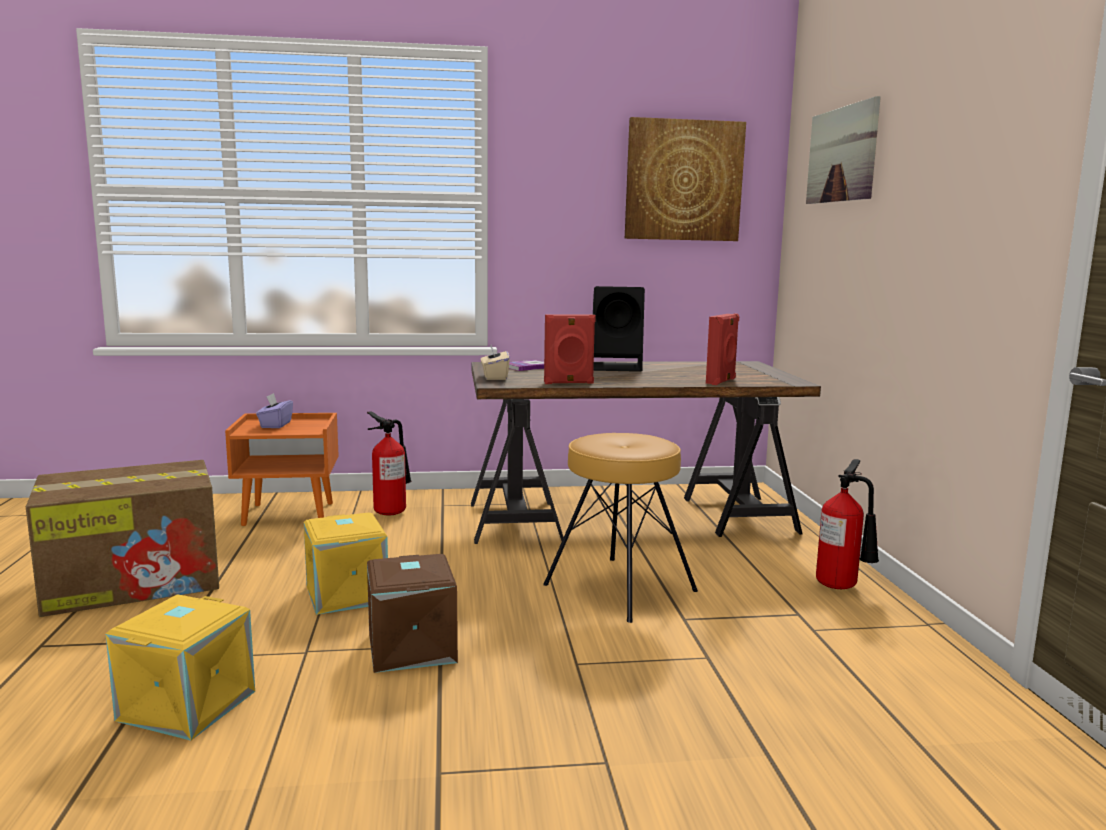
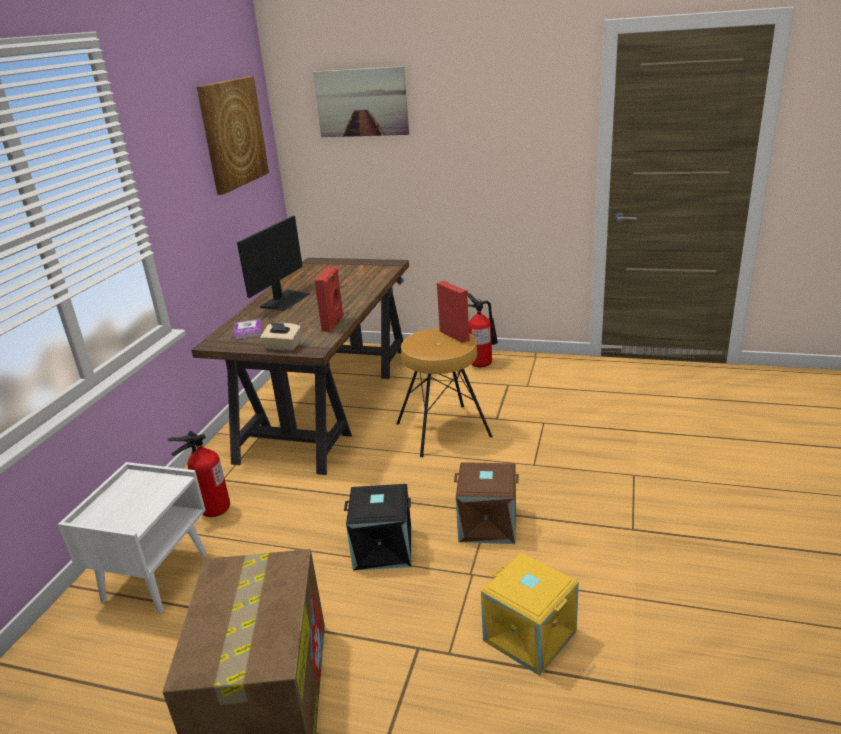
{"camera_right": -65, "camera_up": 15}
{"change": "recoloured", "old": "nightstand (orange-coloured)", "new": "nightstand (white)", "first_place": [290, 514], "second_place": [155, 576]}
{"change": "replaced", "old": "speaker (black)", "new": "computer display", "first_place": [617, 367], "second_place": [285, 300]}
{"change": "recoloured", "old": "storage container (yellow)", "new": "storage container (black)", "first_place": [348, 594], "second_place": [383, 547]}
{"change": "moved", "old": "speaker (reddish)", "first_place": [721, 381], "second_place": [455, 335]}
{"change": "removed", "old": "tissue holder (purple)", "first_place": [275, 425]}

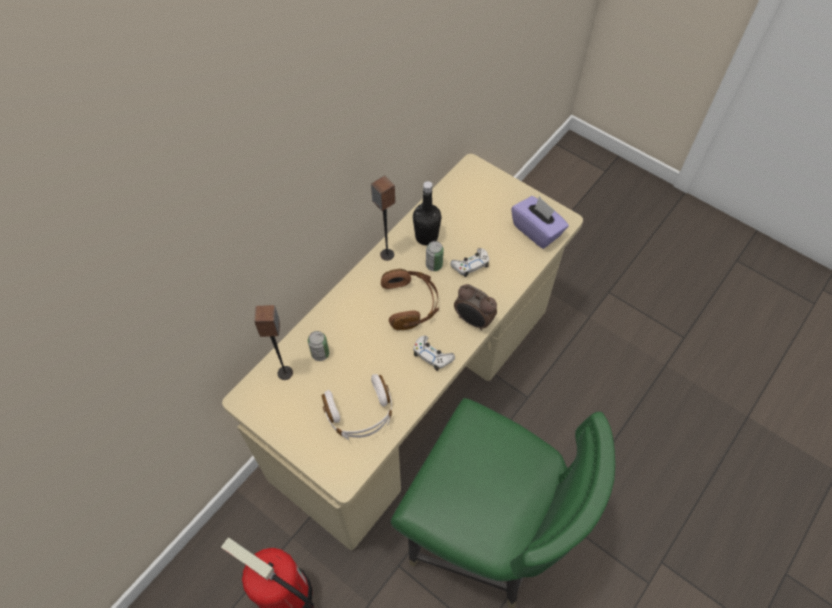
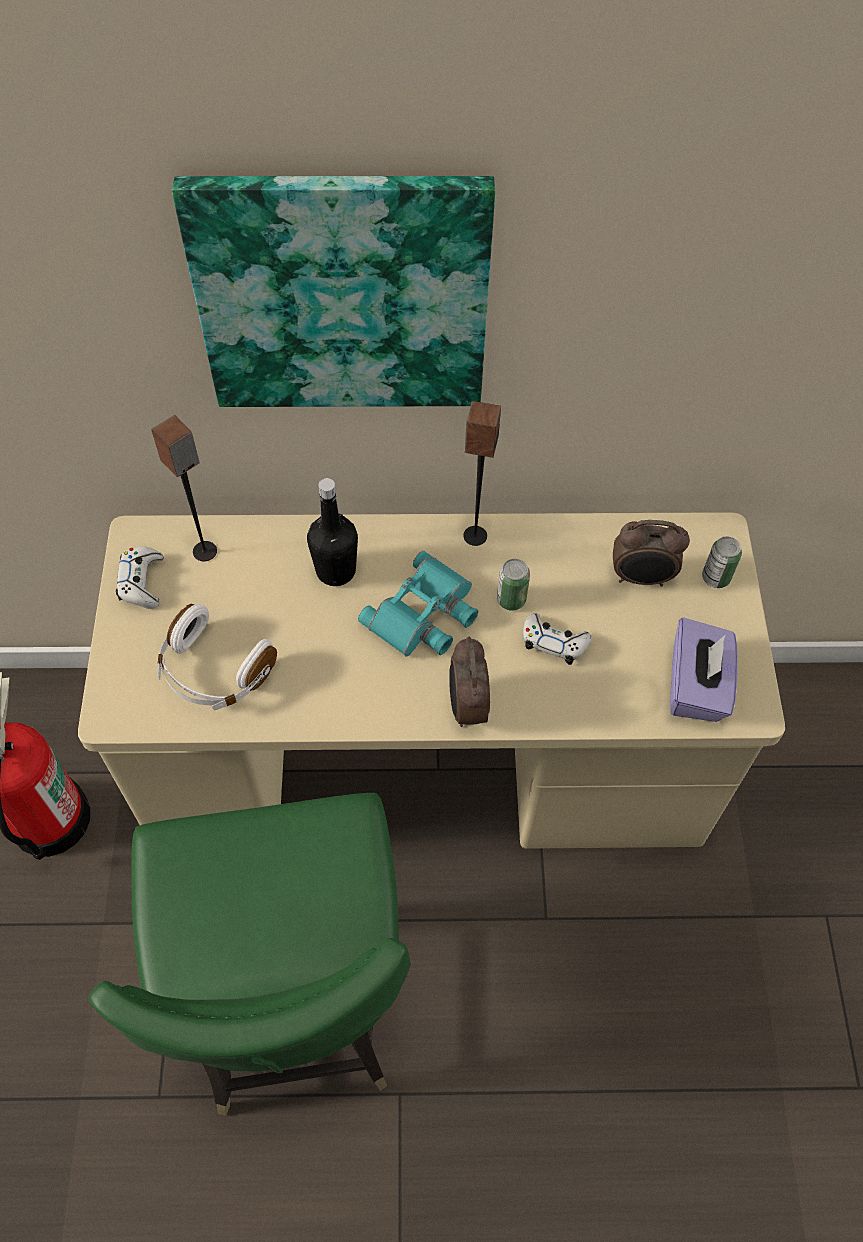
{"camera_right": 50, "camera_up": 0}
{"change": "moved", "old": "gamepad (white)", "first_place": [432, 355], "second_place": [141, 582]}
{"change": "added", "new": "wall art", "second_place": [343, 294]}
{"change": "moved", "old": "beverage bottle (black)", "first_place": [426, 237], "second_place": [336, 570]}
{"change": "replaced", "old": "pair of headphones (brown)", "new": "field glasses (blue-green)", "first_place": [411, 304], "second_place": [425, 615]}
{"change": "added", "new": "bedside clock", "second_place": [641, 578]}
{"change": "moved", "old": "metal can", "first_place": [320, 354], "second_place": [715, 577]}

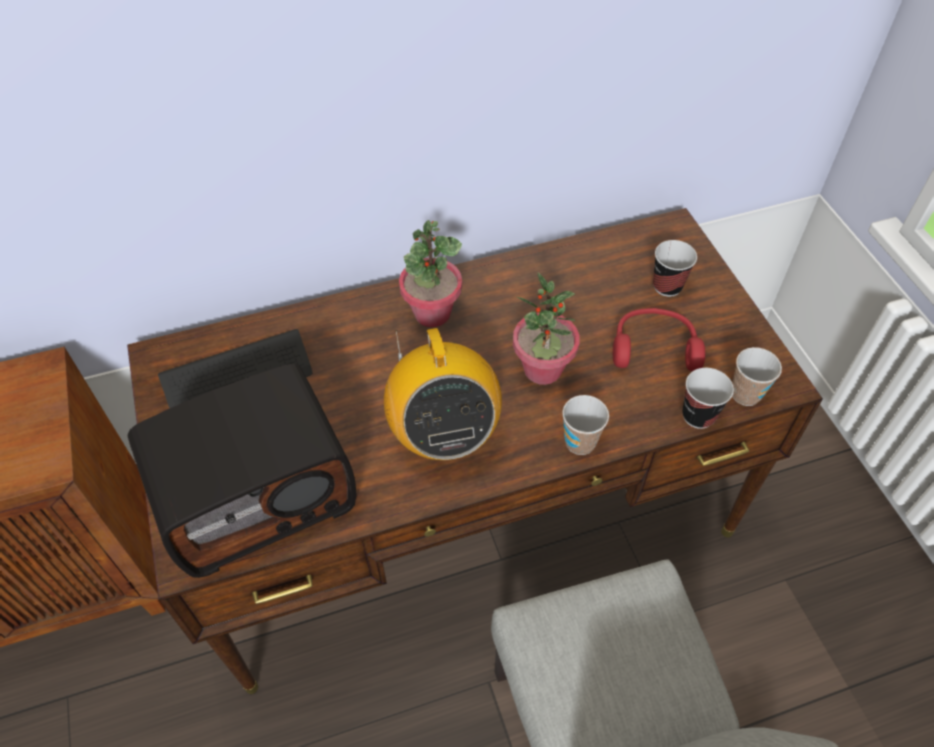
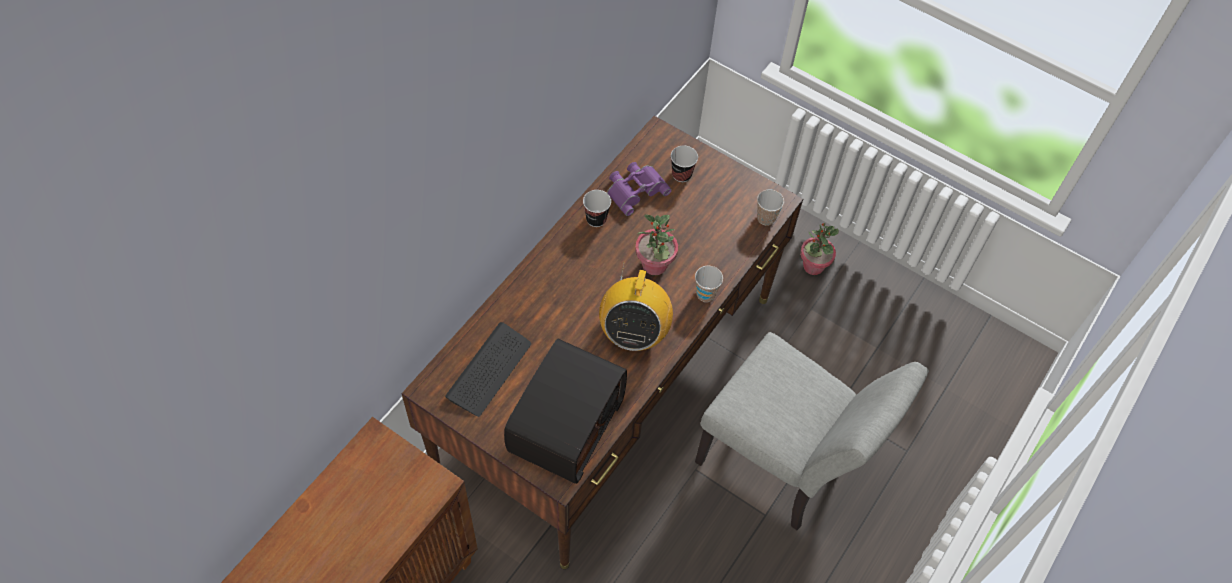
{"camera_right": -40, "camera_up": 5}
{"change": "moved", "old": "small cup", "first_place": [698, 415], "second_place": [596, 219]}
{"change": "turned", "old": "radio", "first_place": [443, 435], "second_place": [633, 333], "degrees": 60}
{"change": "added", "new": "field glasses (purple)", "second_place": [635, 189]}
{"change": "moved", "old": "plant in a pot", "first_place": [432, 313], "second_place": [813, 266]}
{"change": "removed", "old": "pair of headphones (reddish)", "first_place": [654, 347]}

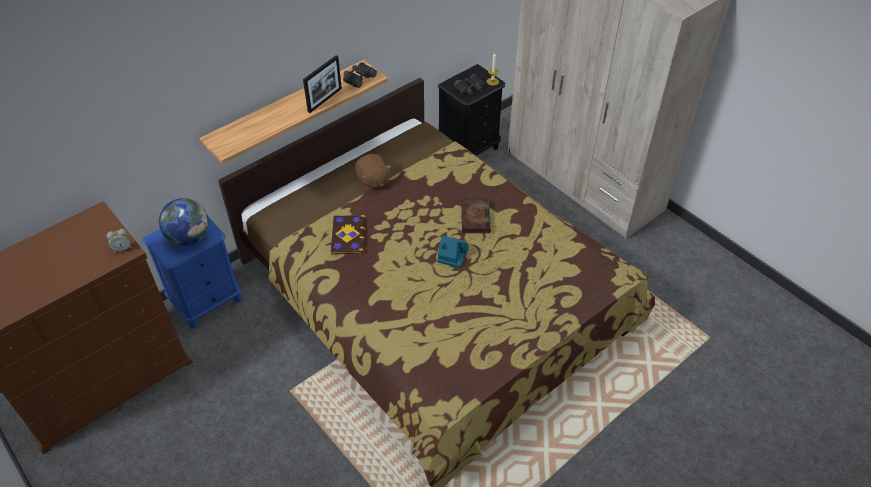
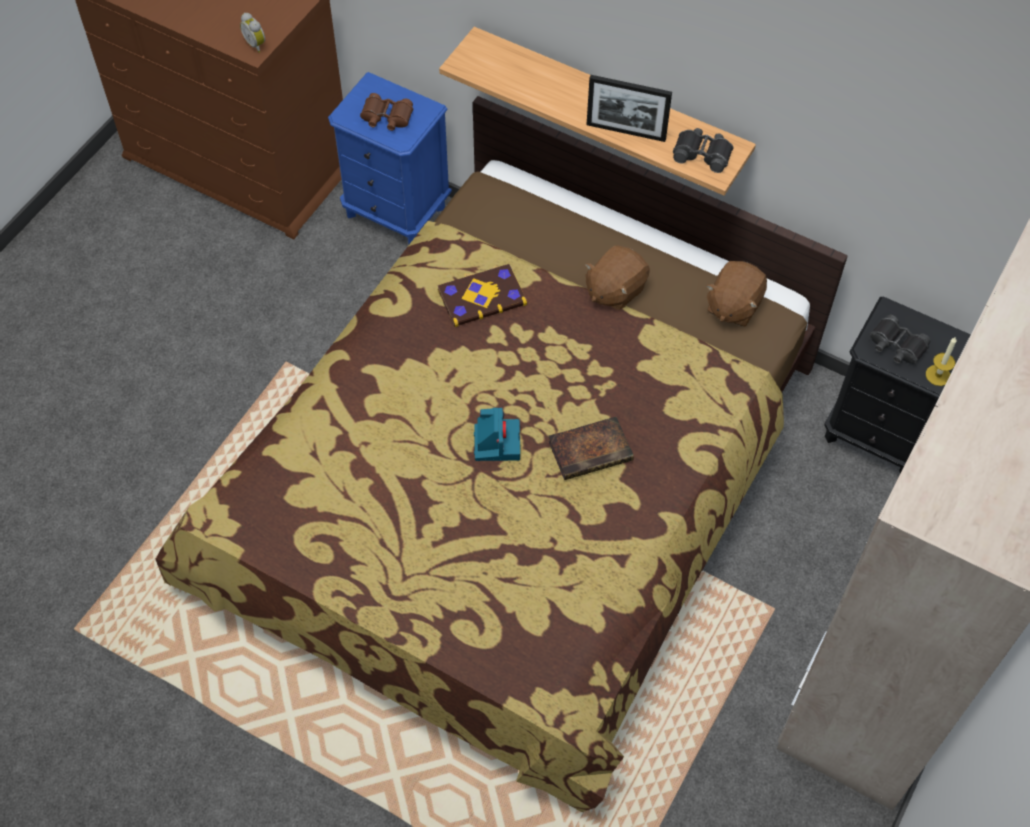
{"camera_right": 70, "camera_up": 10}
{"change": "replaced", "old": "world globe", "new": "field glasses (brown)", "first_place": [189, 237], "second_place": [386, 117]}
{"change": "added", "new": "cuddly toy (brown)", "second_place": [733, 306]}

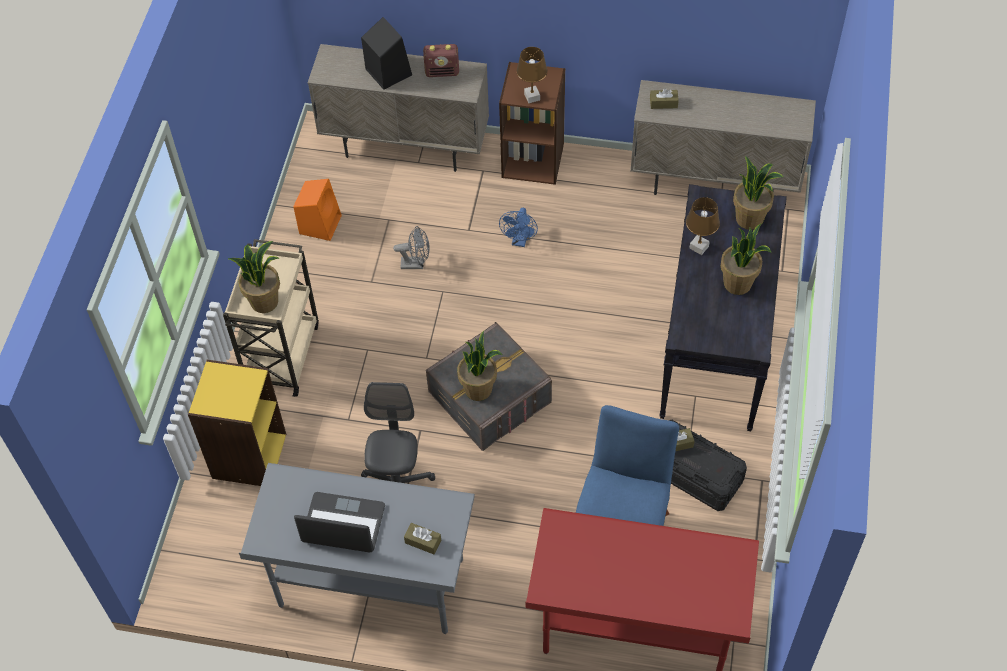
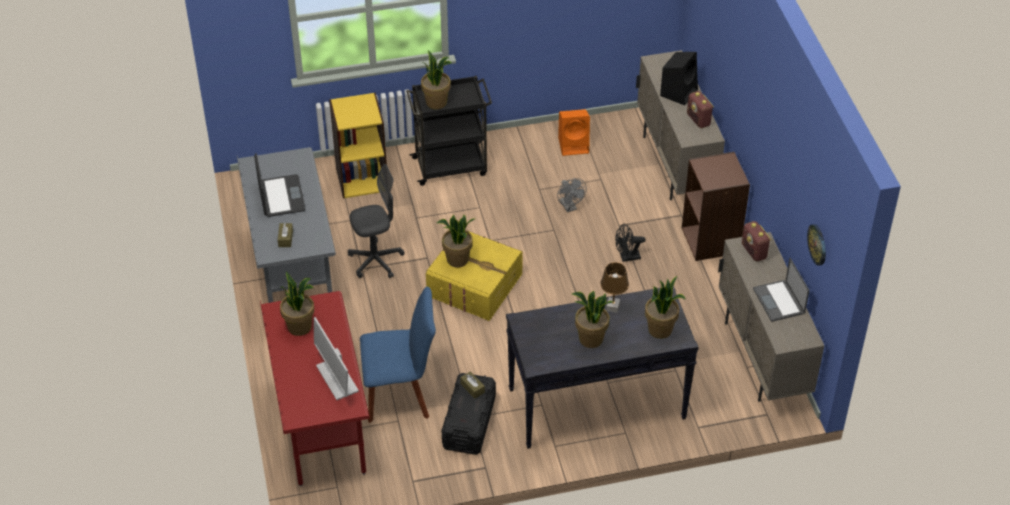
{"camera_right": 65, "camera_up": -10}
{"change": "added", "new": "plant in a pot", "second_place": [300, 326]}
{"change": "added", "new": "computer display", "second_place": [336, 378]}
{"change": "recoloured", "old": "cart (beige-coloured)", "new": "cart (black)", "first_place": [282, 354], "second_place": [451, 166]}
{"change": "recoloured", "old": "storage container (grey)", "new": "storage container (yellow)", "first_place": [490, 397], "second_place": [474, 286]}
{"change": "recoloured", "old": "electric fan (blue)", "new": "electric fan (black)", "first_place": [519, 241], "second_place": [627, 257]}
{"change": "replaced", "old": "tissue holder (brown)", "new": "radio", "first_place": [663, 103], "second_place": [754, 252]}
{"change": "added", "new": "laptop", "second_place": [779, 301]}
{"change": "added", "new": "clock on the wall", "second_place": [817, 244]}
{"change": "removed", "old": "lamp for a table (brown)", "first_place": [531, 97]}

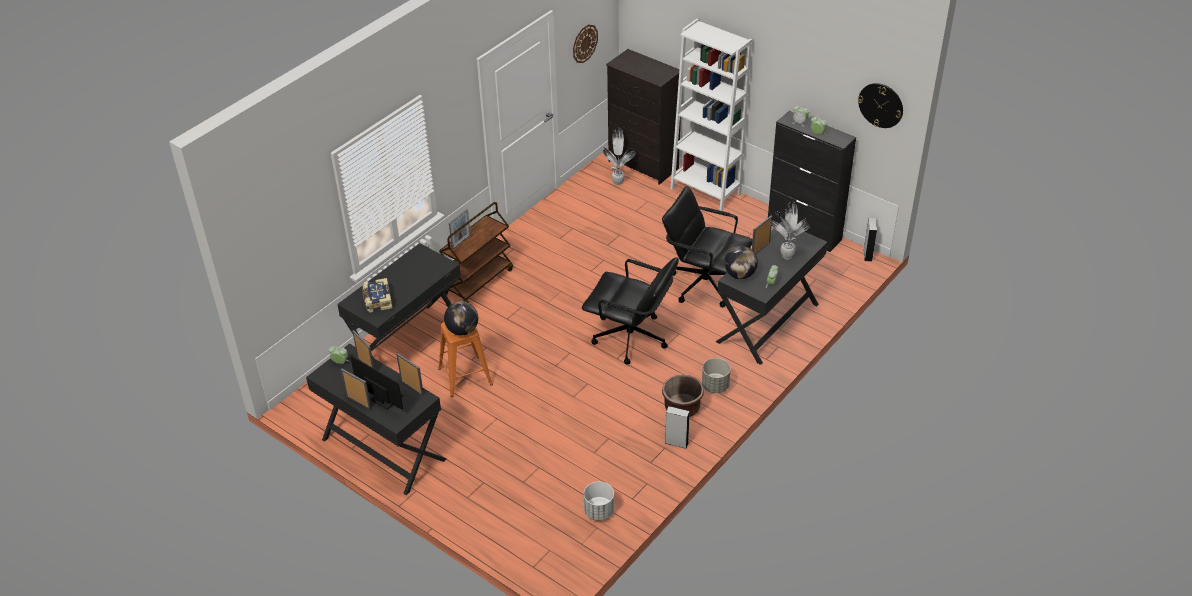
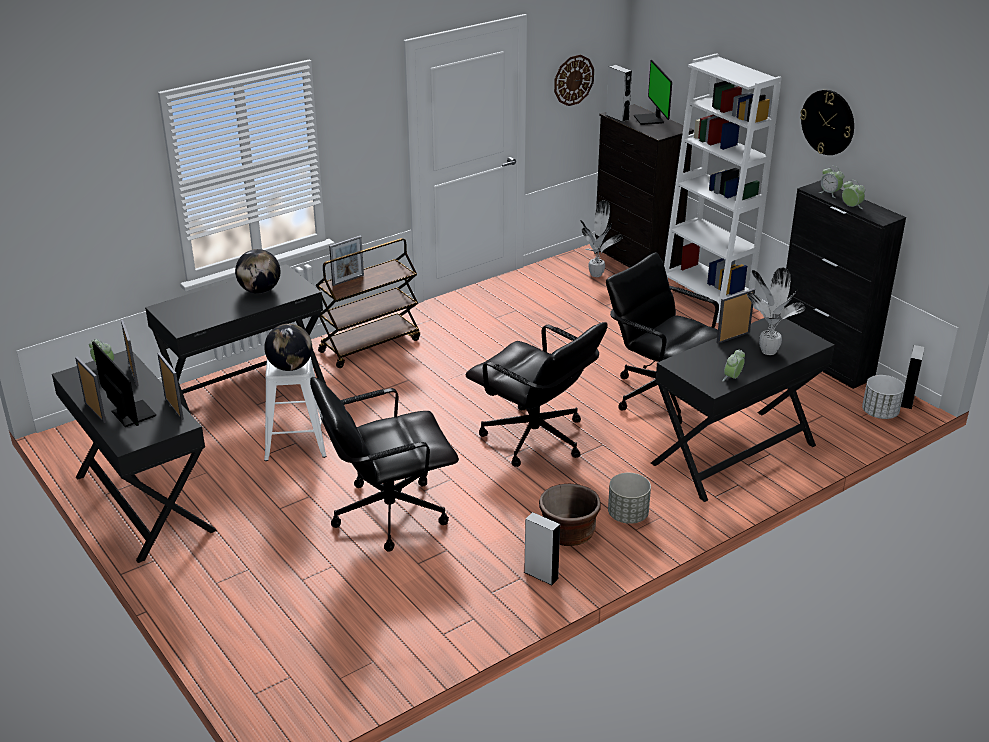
{"camera_right": 15, "camera_up": -10}
{"change": "moved", "old": "world globe", "first_place": [740, 275], "second_place": [260, 291]}
{"change": "recoloured", "old": "sitting stool (orange-coloured)", "new": "sitting stool (white)", "first_place": [465, 377], "second_place": [295, 442]}
{"change": "added", "new": "office chair (black)", "second_place": [388, 513]}
{"change": "added", "new": "speaker (grey)", "second_place": [617, 117]}
{"change": "added", "new": "computer display", "second_place": [650, 119]}
{"change": "moved", "old": "clock on the wall", "first_place": [881, 105], "second_place": [828, 122]}
{"change": "moved", "old": "plant pot (white)", "first_place": [599, 511], "second_place": [880, 413]}
{"change": "removed", "old": "volume", "first_place": [377, 300]}

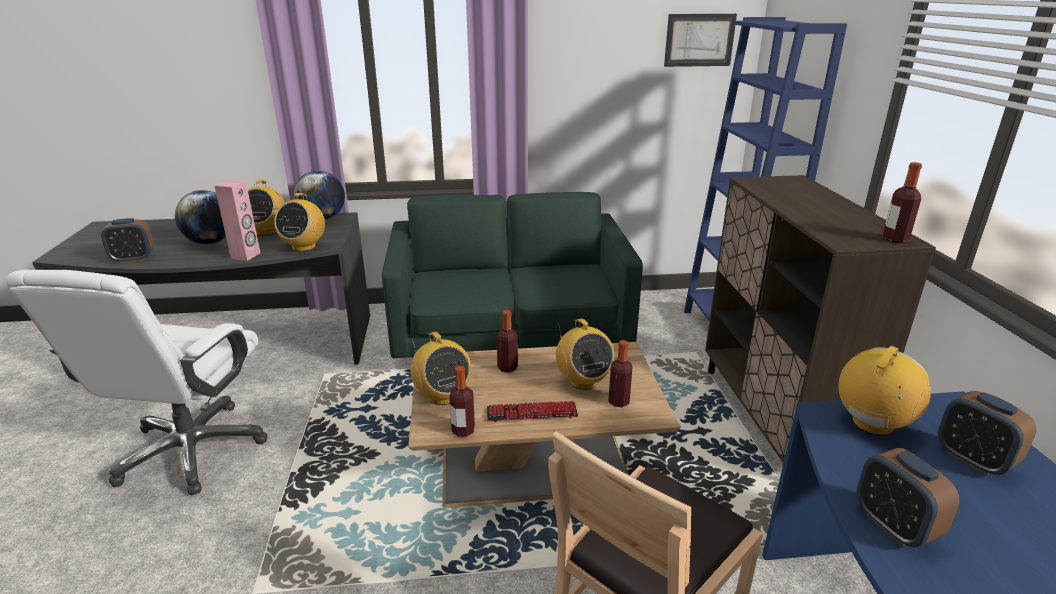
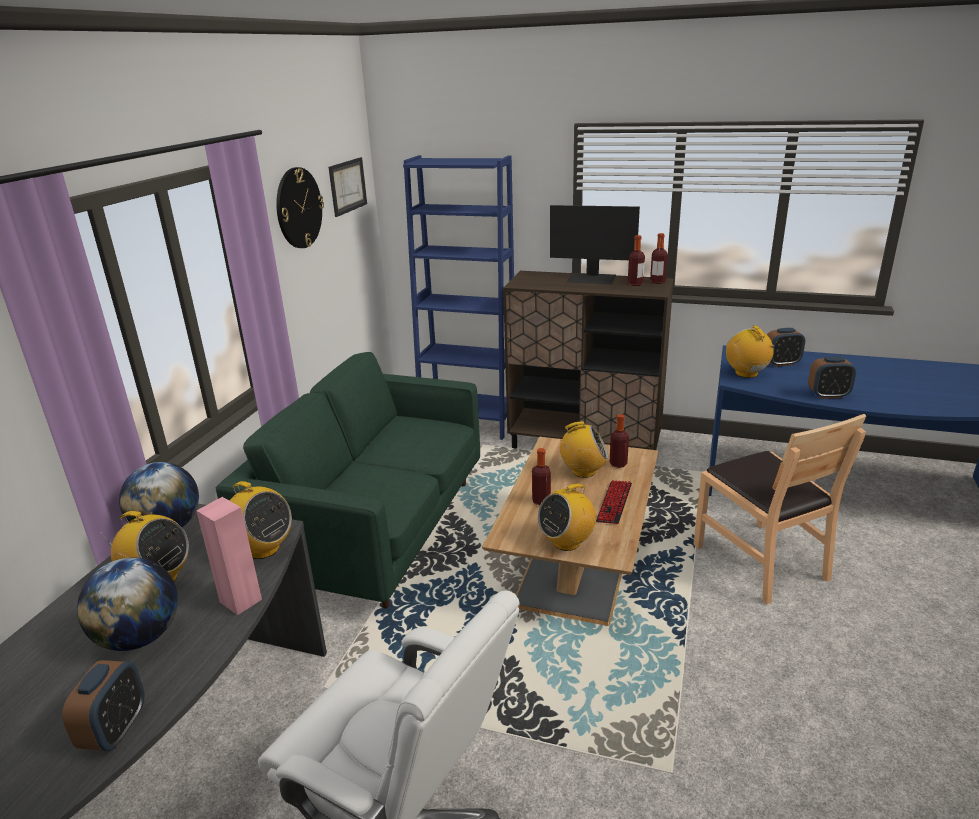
{"camera_right": -65, "camera_up": 0}
{"change": "added", "new": "clock on the wall", "second_place": [298, 208]}
{"change": "turned", "old": "radio", "first_place": [442, 396], "second_place": [566, 542], "degrees": 150}
{"change": "added", "new": "computer display", "second_place": [591, 279]}
{"change": "moved", "old": "beverage bottle", "first_place": [463, 430], "second_place": [635, 284]}

